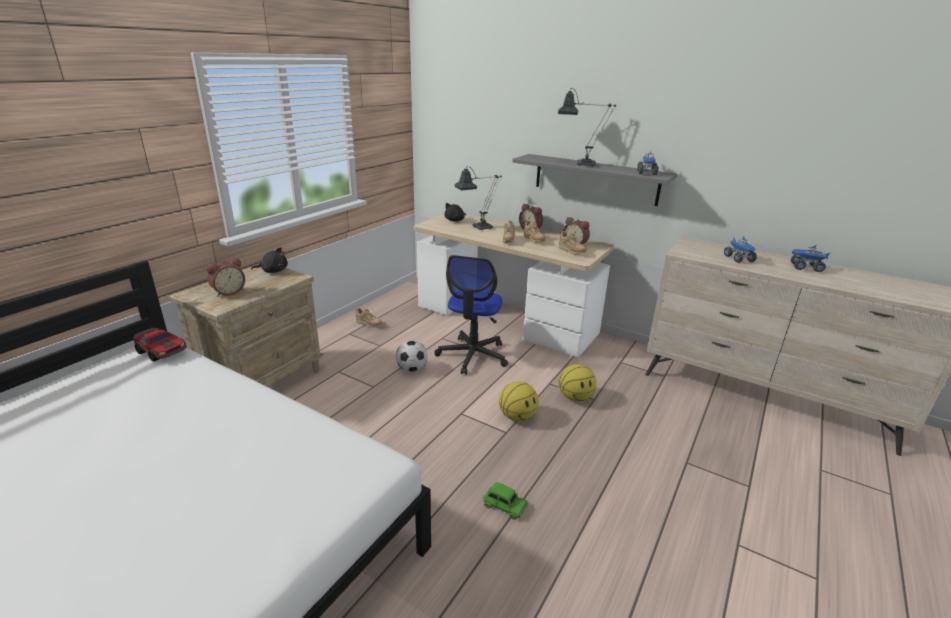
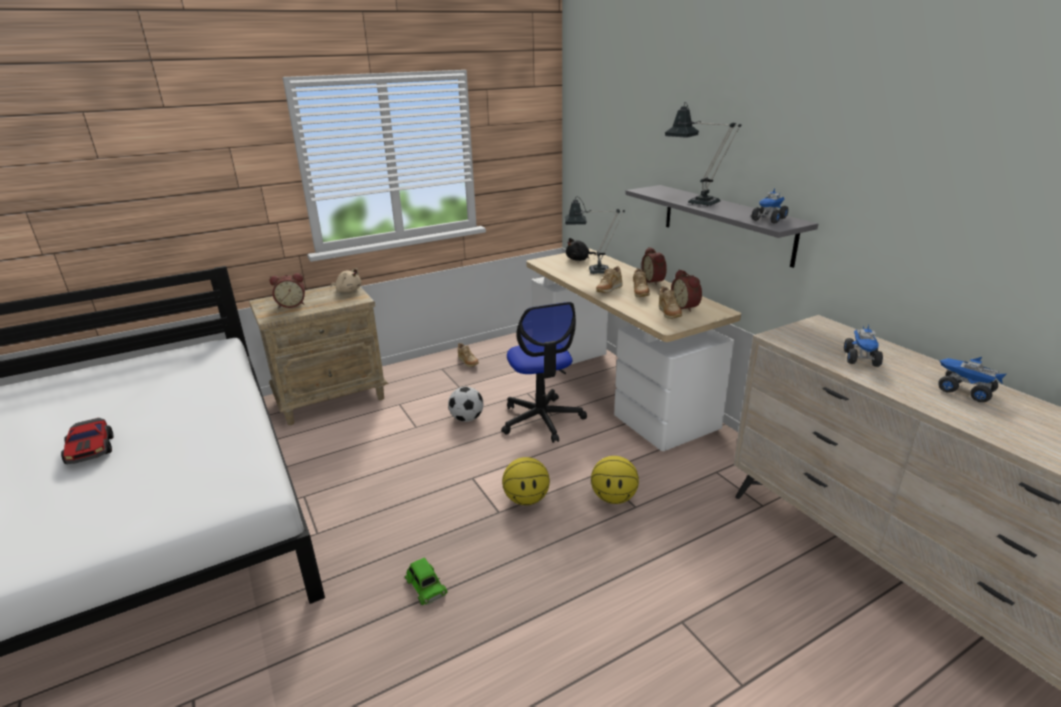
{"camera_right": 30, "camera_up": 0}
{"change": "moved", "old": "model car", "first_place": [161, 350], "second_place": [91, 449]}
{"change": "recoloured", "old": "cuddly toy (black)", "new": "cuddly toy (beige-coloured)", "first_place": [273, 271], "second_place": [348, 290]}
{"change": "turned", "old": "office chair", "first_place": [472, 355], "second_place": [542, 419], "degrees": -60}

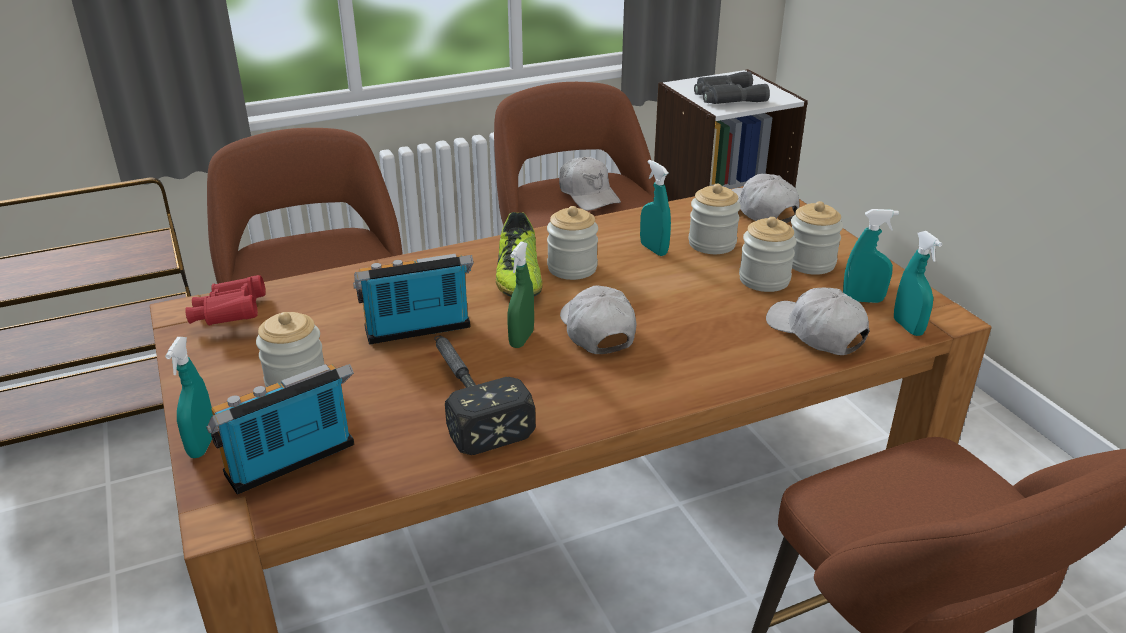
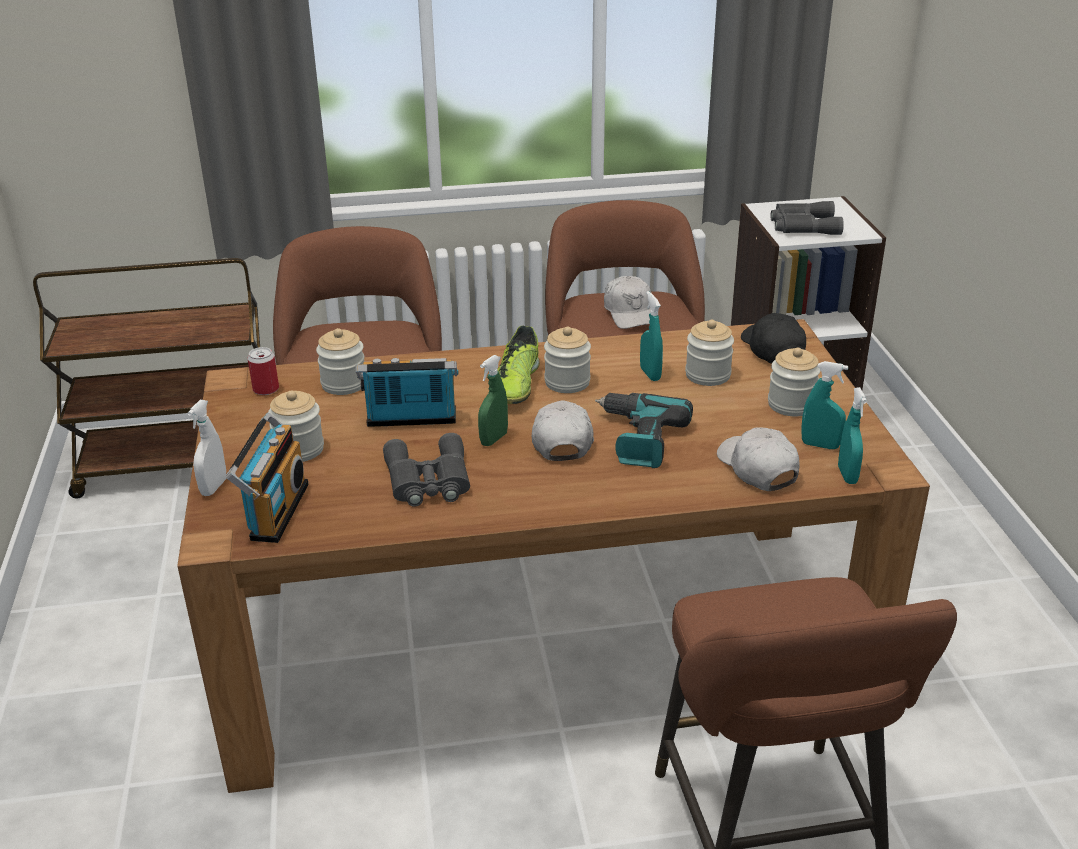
{"camera_right": 15, "camera_up": 0}
{"change": "recoloured", "old": "sprayer (blue-green)", "new": "sprayer (white)", "first_place": [202, 445], "second_place": [214, 487]}
{"change": "turned", "old": "radio", "first_place": [293, 463], "second_place": [275, 511], "degrees": 120}
{"change": "replaced", "old": "field glasses (reddish)", "new": "metal can", "first_place": [230, 317], "second_place": [266, 389]}
{"change": "moved", "old": "storage jar", "first_place": [764, 280], "second_place": [344, 384]}
{"change": "replaced", "old": "tool hammer", "new": "field glasses (grey)", "first_place": [467, 398], "second_place": [428, 481]}
{"change": "added", "new": "power drill", "second_place": [638, 439]}
{"change": "recoloured", "old": "baseball cap (white)", "new": "baseball cap (black)", "first_place": [760, 211], "second_place": [772, 349]}

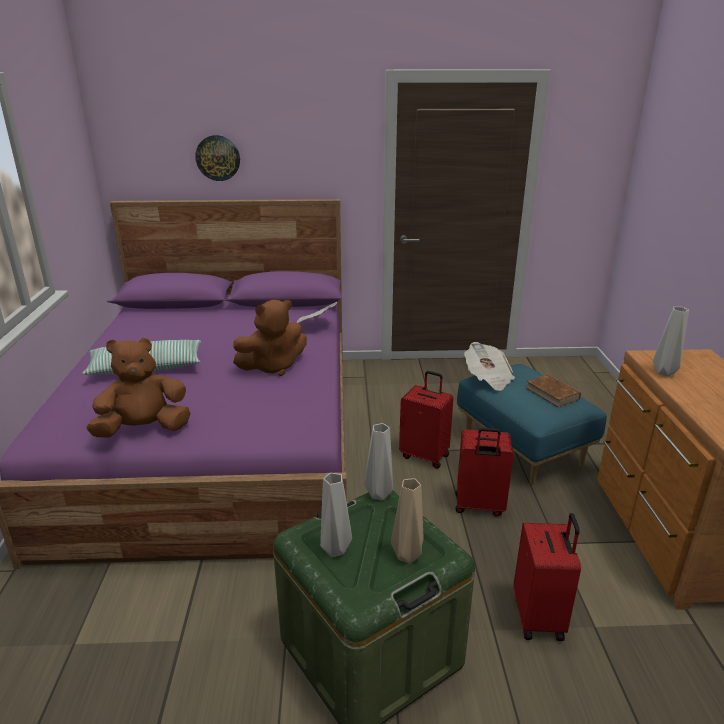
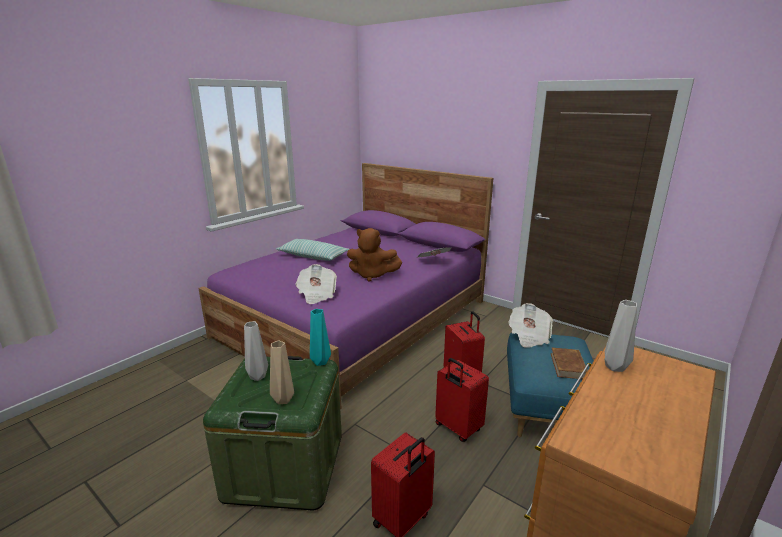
{"camera_right": 40, "camera_up": -5}
{"change": "added", "new": "daily paper", "second_place": [316, 294]}
{"change": "recoloured", "old": "decorative vase (grey)", "new": "decorative vase (blue-green)", "first_place": [380, 494], "second_place": [321, 362]}
{"change": "removed", "old": "cuddly toy (brown)", "first_place": [144, 429]}
{"change": "removed", "old": "clock on the wall", "first_place": [218, 158]}

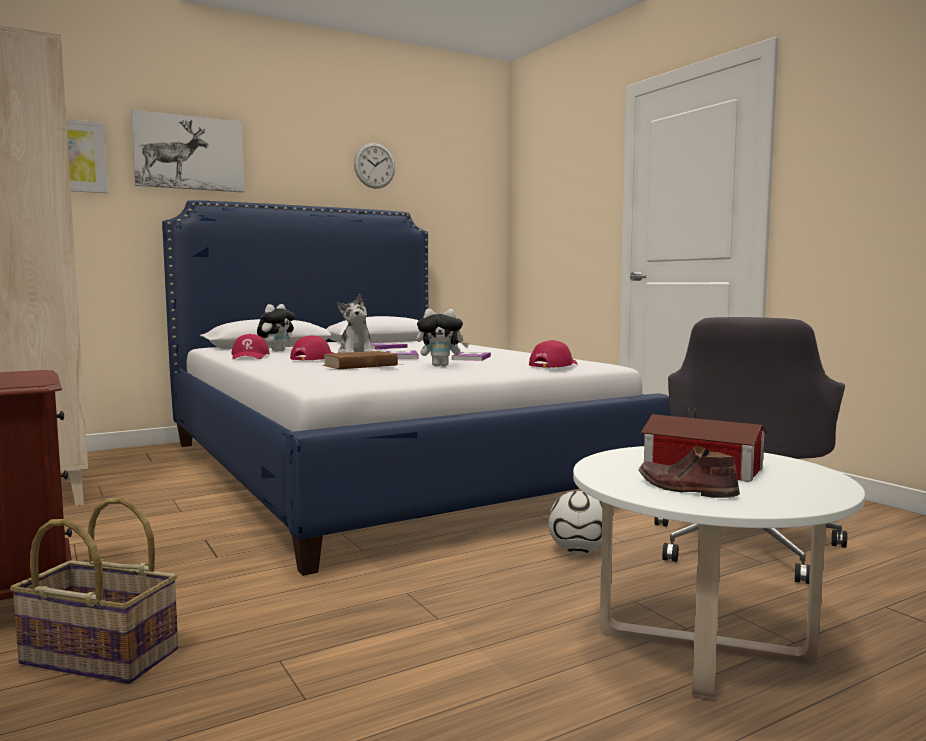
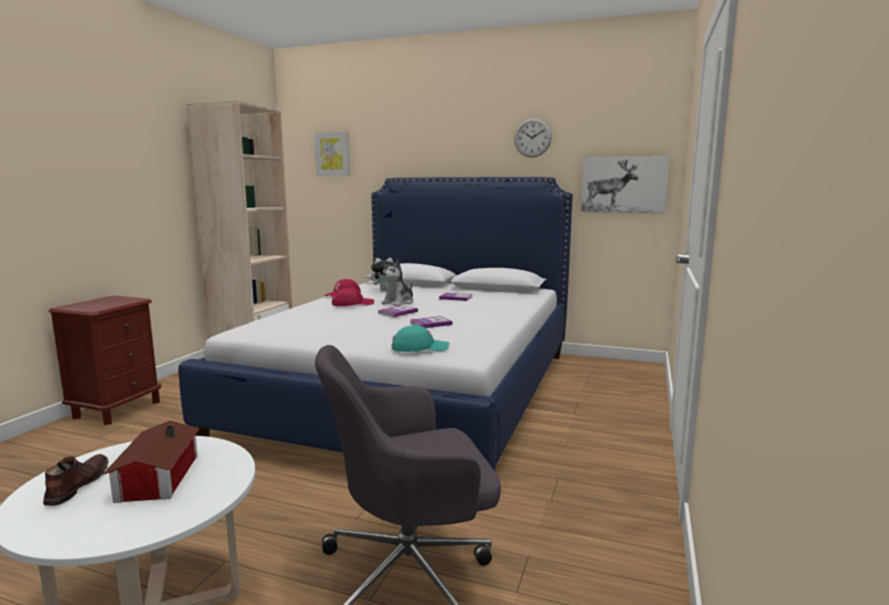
{"camera_right": 50, "camera_up": 5}
{"change": "recoloured", "old": "baseball cap (reddish)", "new": "baseball cap (blue-green)", "first_place": [553, 365], "second_place": [420, 347]}
{"change": "moved", "old": "wall art", "first_place": [189, 153], "second_place": [623, 184]}
{"change": "removed", "old": "household basket", "first_place": [97, 658]}
{"change": "removed", "old": "volume (brown)", "first_place": [360, 365]}
{"change": "removed", "old": "cuddly toy", "first_place": [441, 366]}
{"change": "removed", "old": "football ball", "first_place": [578, 551]}

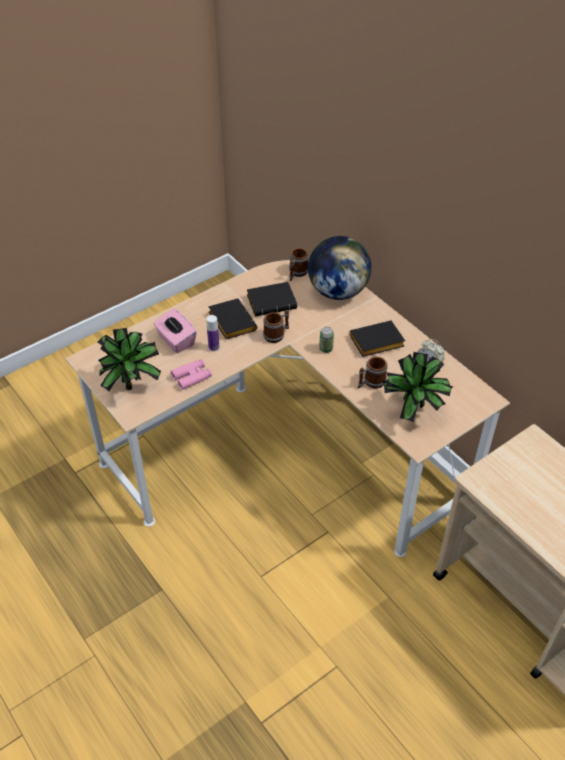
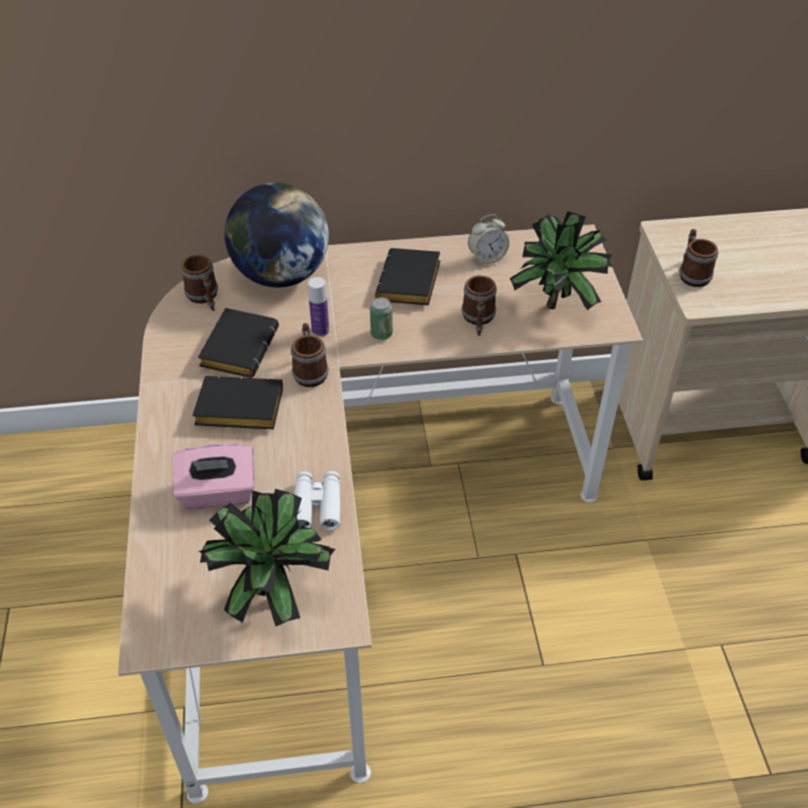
{"camera_right": -60, "camera_up": 0}
{"change": "recoloured", "old": "field glasses (pinkish)", "new": "field glasses (white)", "first_place": [192, 377], "second_place": [317, 505]}
{"change": "moved", "old": "beverage bottle", "first_place": [214, 347], "second_place": [320, 331]}
{"change": "added", "new": "tea mug", "second_place": [692, 273]}

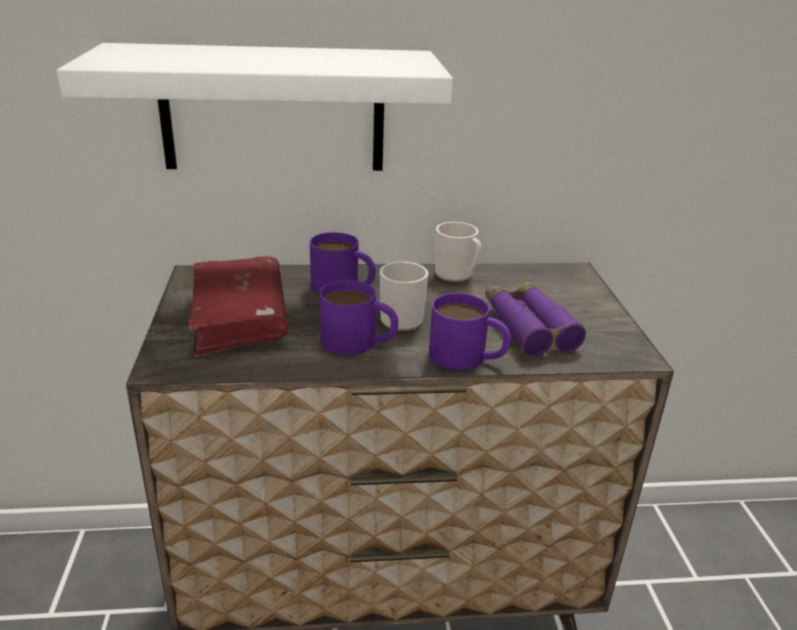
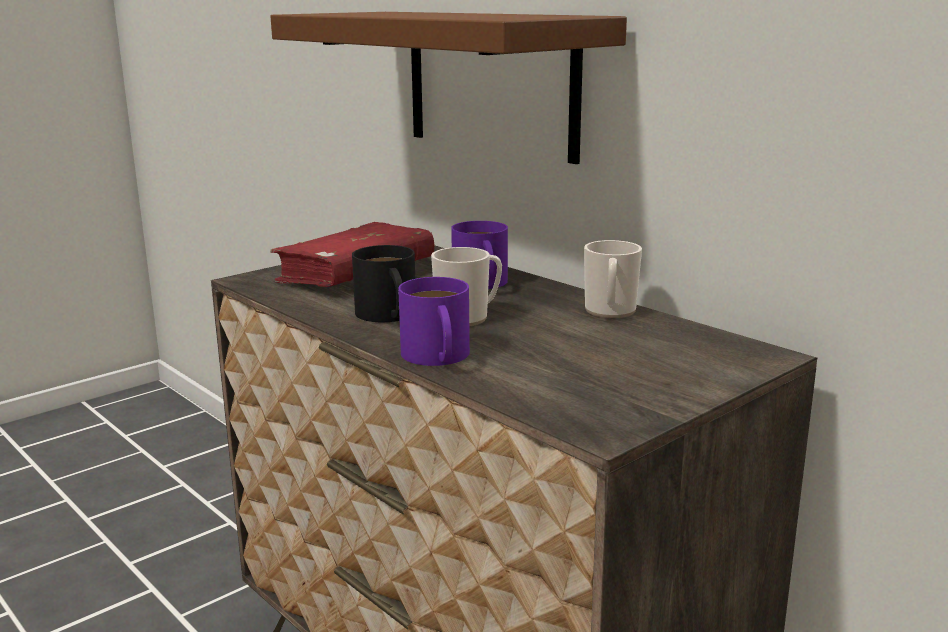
{"camera_right": 55, "camera_up": -10}
{"change": "recoloured", "old": "bracket shelf (white)", "new": "bracket shelf (brown)", "first_place": [273, 110], "second_place": [490, 82]}
{"change": "recoloured", "old": "tea mug (purple)", "new": "tea mug (black)", "first_place": [359, 342], "second_place": [389, 316]}
{"change": "removed", "old": "field glasses (purple)", "first_place": [528, 327]}

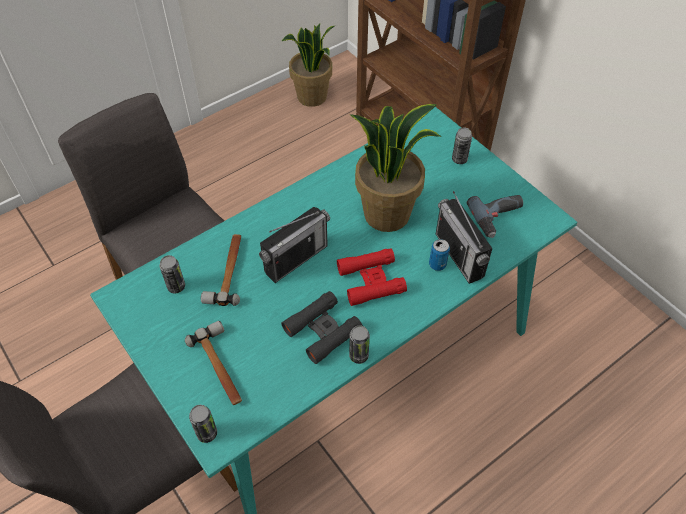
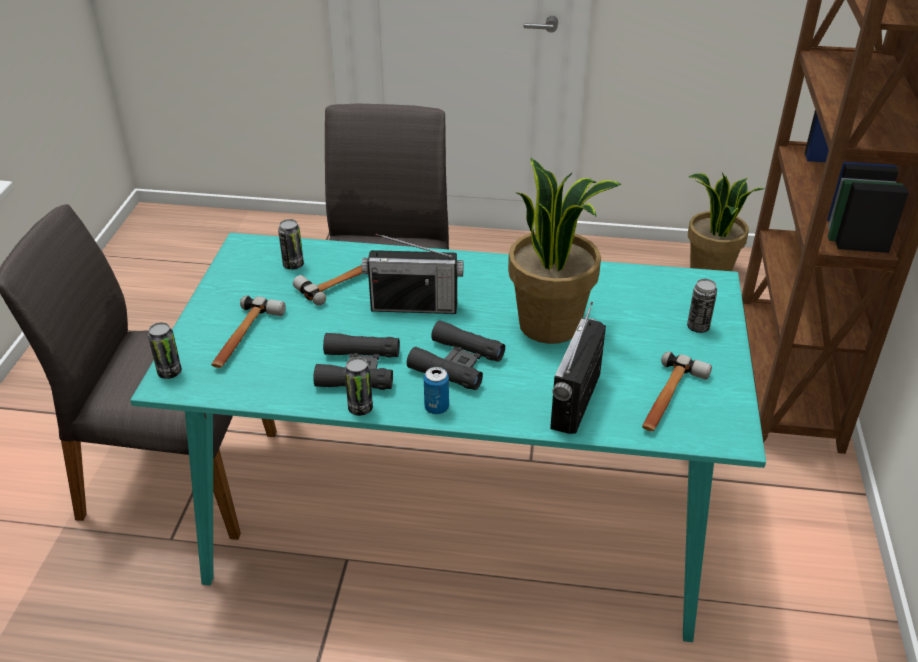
{"camera_right": 45, "camera_up": -15}
{"change": "recoloured", "old": "field glasses (reddish)", "new": "field glasses (black)", "first_place": [371, 280], "second_place": [456, 363]}
{"change": "moved", "old": "metal can", "first_place": [437, 265], "second_place": [436, 408]}
{"change": "replaced", "old": "power drill", "new": "tool hammer", "first_place": [499, 218], "second_place": [669, 399]}

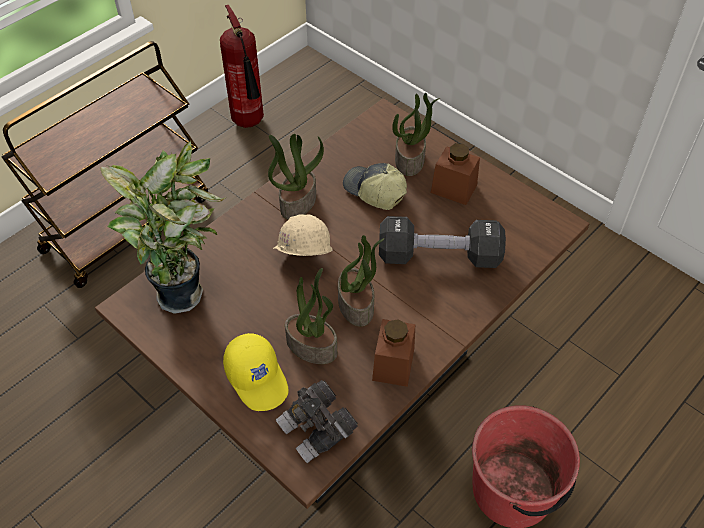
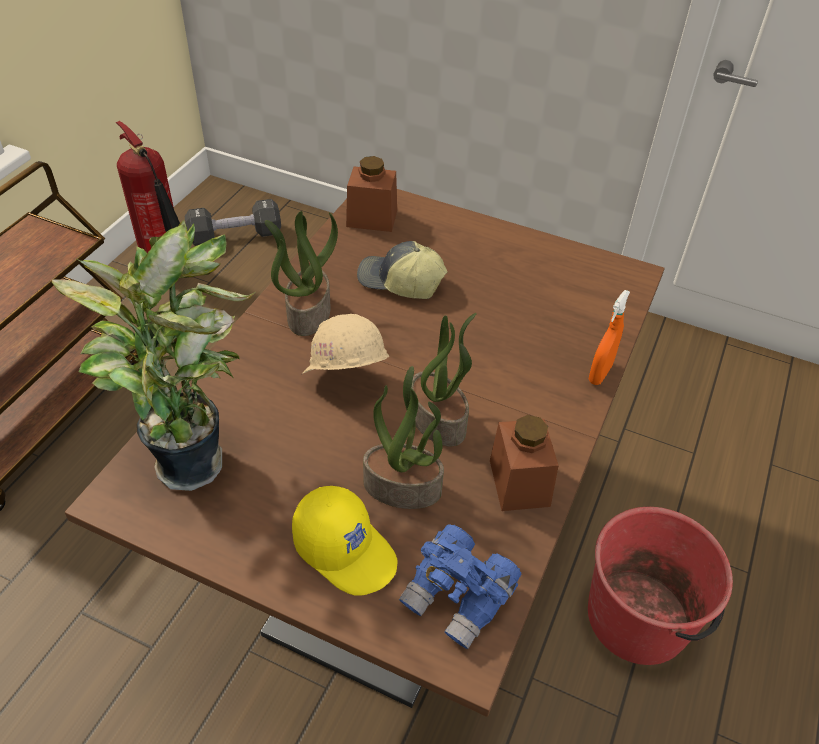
{"camera_right": -20, "camera_up": -5}
{"change": "moved", "old": "free weight (black)", "first_place": [439, 256], "second_place": [235, 236]}
{"change": "moved", "old": "storage jar (brown)", "first_place": [453, 189], "second_place": [372, 218]}
{"change": "recoloured", "old": "field glasses (grey)", "new": "field glasses (blue)", "first_place": [317, 430], "second_place": [459, 597]}
{"change": "added", "new": "sprayer (orange-coloured)", "second_place": [600, 374]}
{"change": "removed", "old": "plant in a pot", "first_place": [410, 160]}

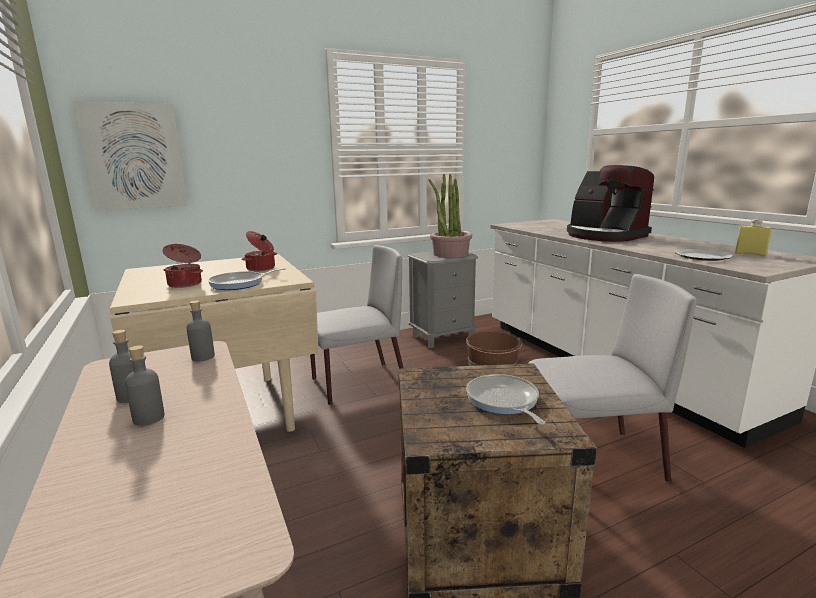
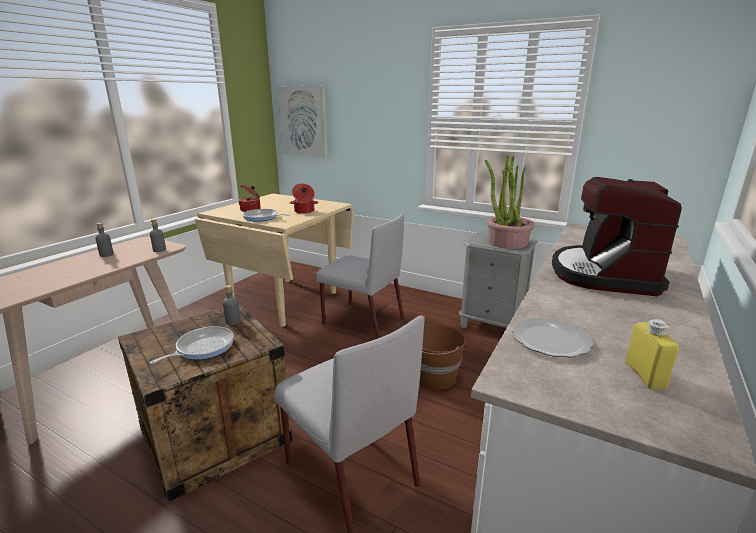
{"camera_right": 55, "camera_up": 5}
{"change": "moved", "old": "beverage bottle (grey)", "first_place": [149, 418], "second_place": [233, 321]}

